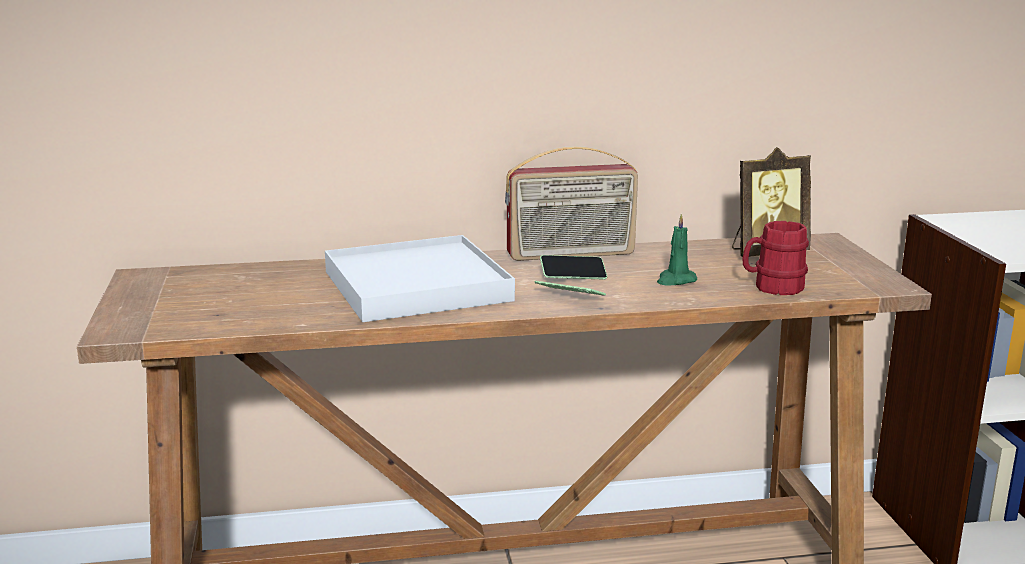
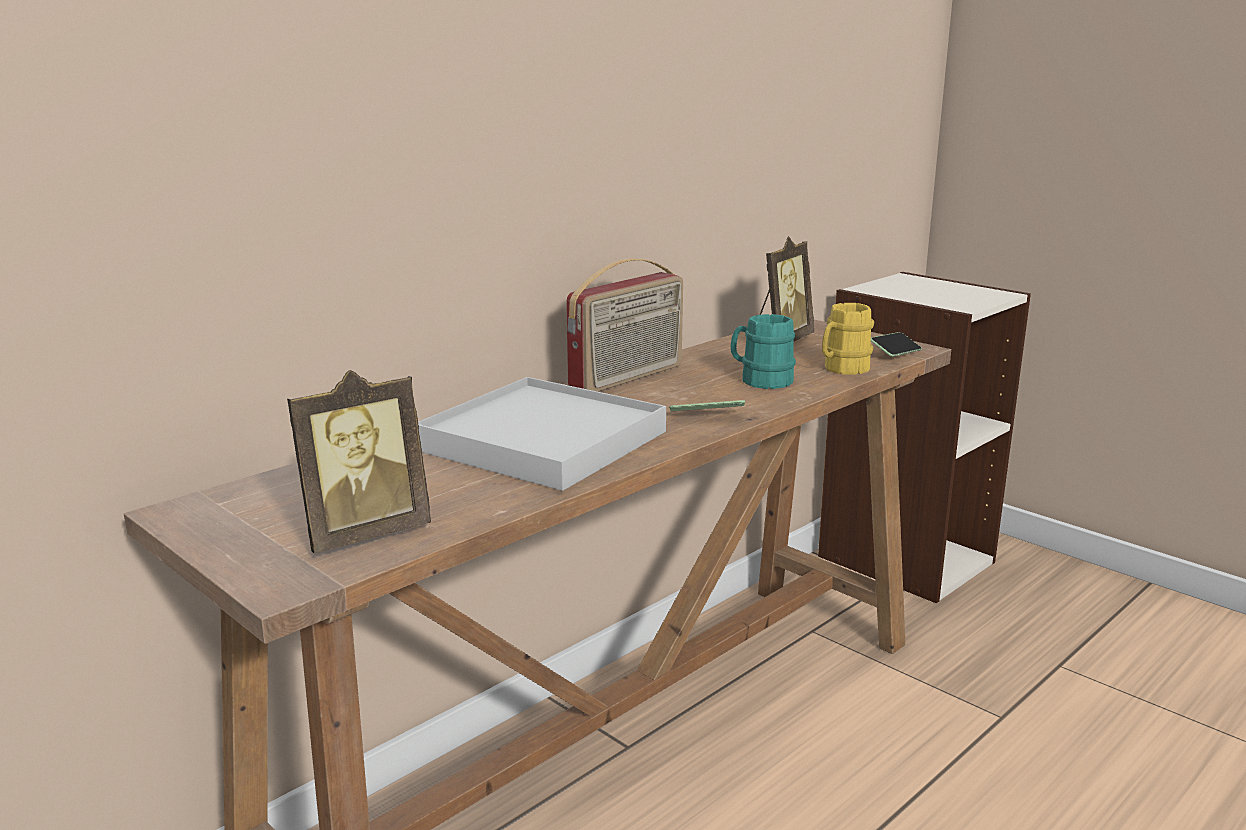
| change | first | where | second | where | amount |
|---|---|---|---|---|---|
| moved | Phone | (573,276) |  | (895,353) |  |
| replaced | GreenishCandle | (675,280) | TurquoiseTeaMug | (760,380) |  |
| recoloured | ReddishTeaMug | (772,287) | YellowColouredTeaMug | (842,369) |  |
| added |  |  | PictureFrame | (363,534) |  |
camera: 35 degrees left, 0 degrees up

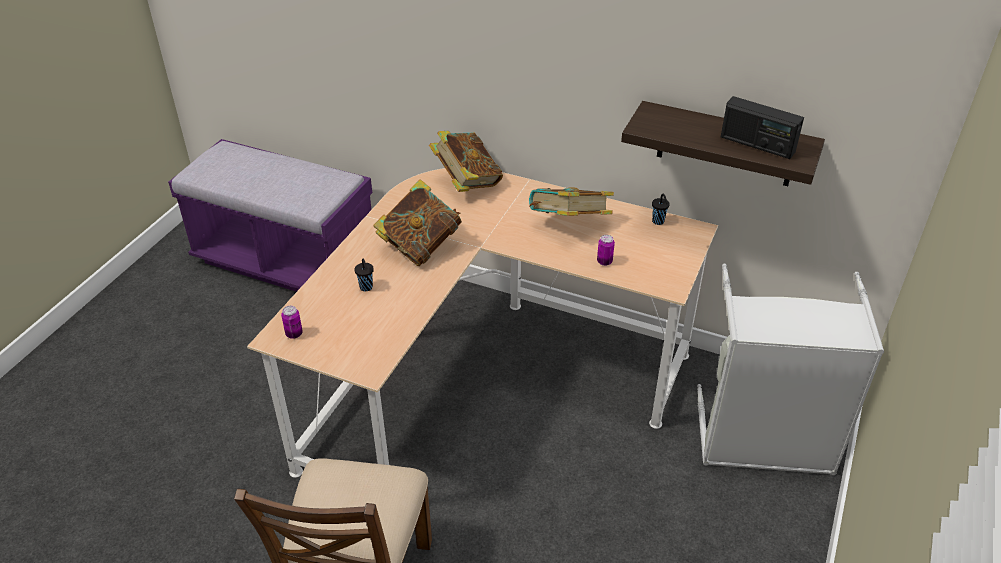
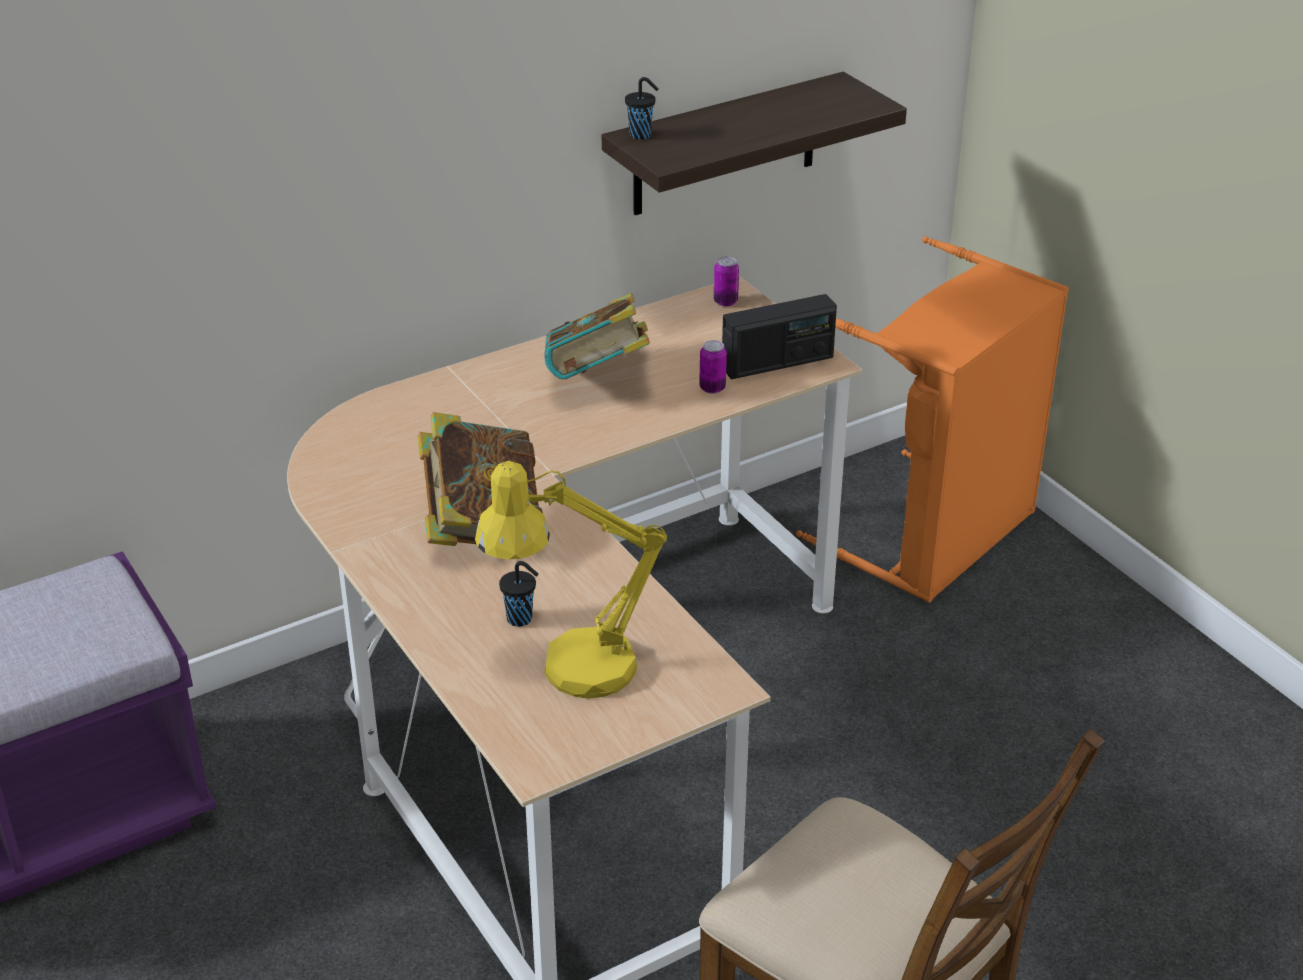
| change | first | where | second | where | amount |
|---|---|---|---|---|---|
| moved | SealedCan | (294,334) |  | (725,302) |  |
| removed | Volume | (466,182) |  |  |  |
| moved | BlackishSmallCup | (658,222) |  | (641,135) |  |
| recoloured | GrayWashingBasket | (764,442) | OrangeyWashingBasket | (937,536) |  |
| moved | RadioSet | (757,144) |  | (777,363) |  |
| added |  |  | YellowColouredLampForATable | (569,669) |  |
camera: 55 degrees left, 5 degrees down

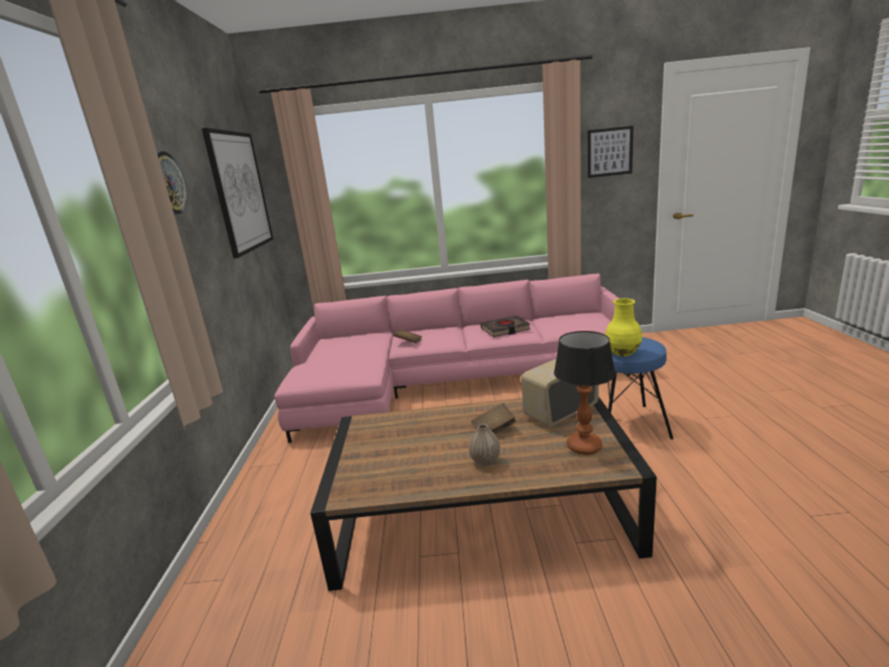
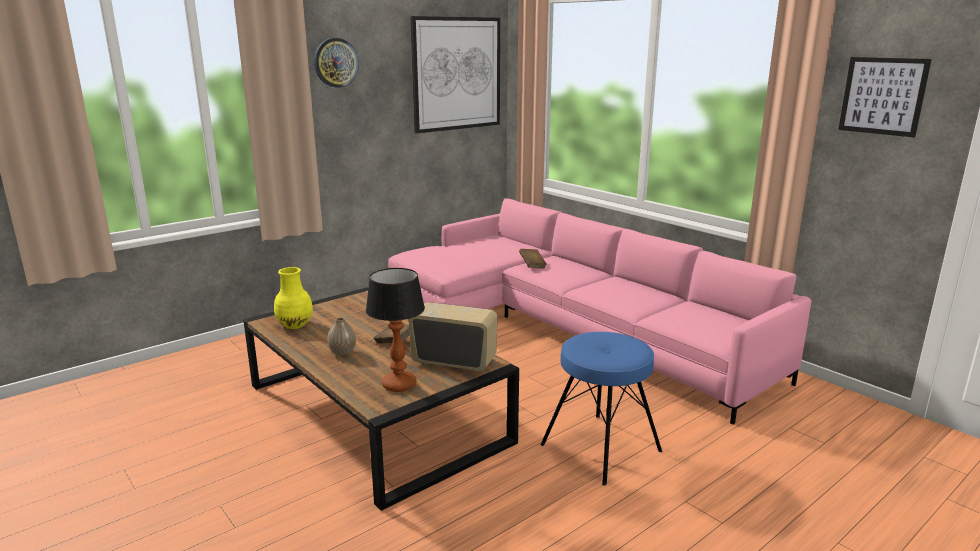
| change | first | where | second | where | amount |
|---|---|---|---|---|---|
| removed | BlackishVolume | (505,329) |  |  |  |
| moved | YellowColouredFlowerVase | (623,352) |  | (295,325) |  |
camera: 50 degrees right, 0 degrees up

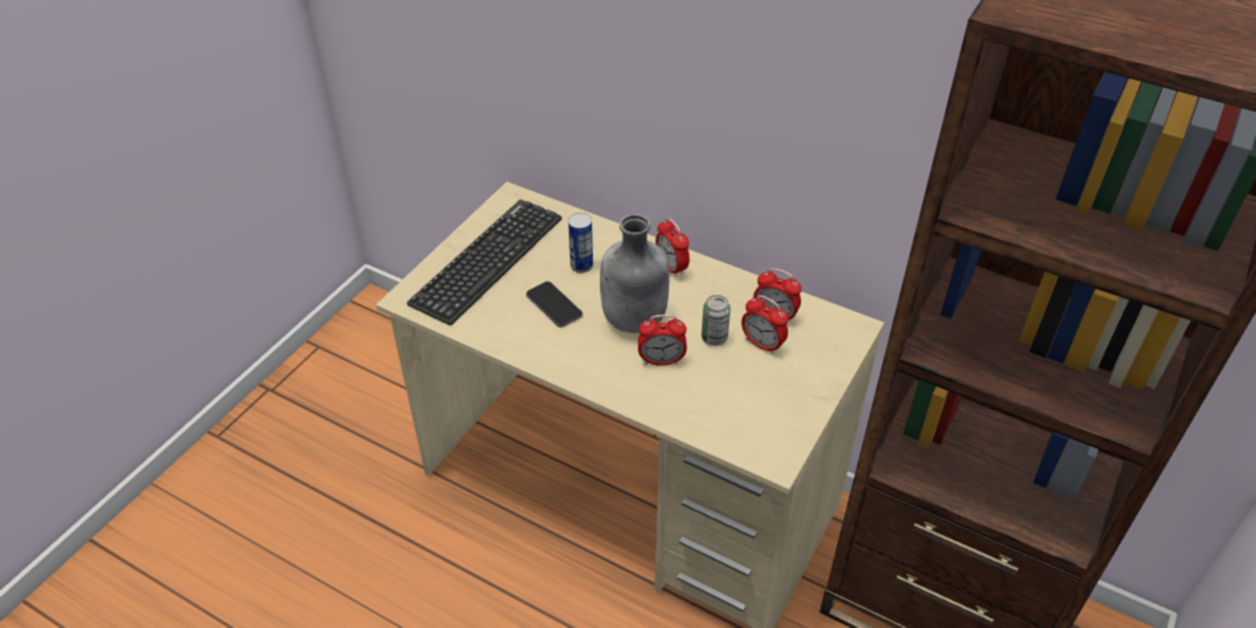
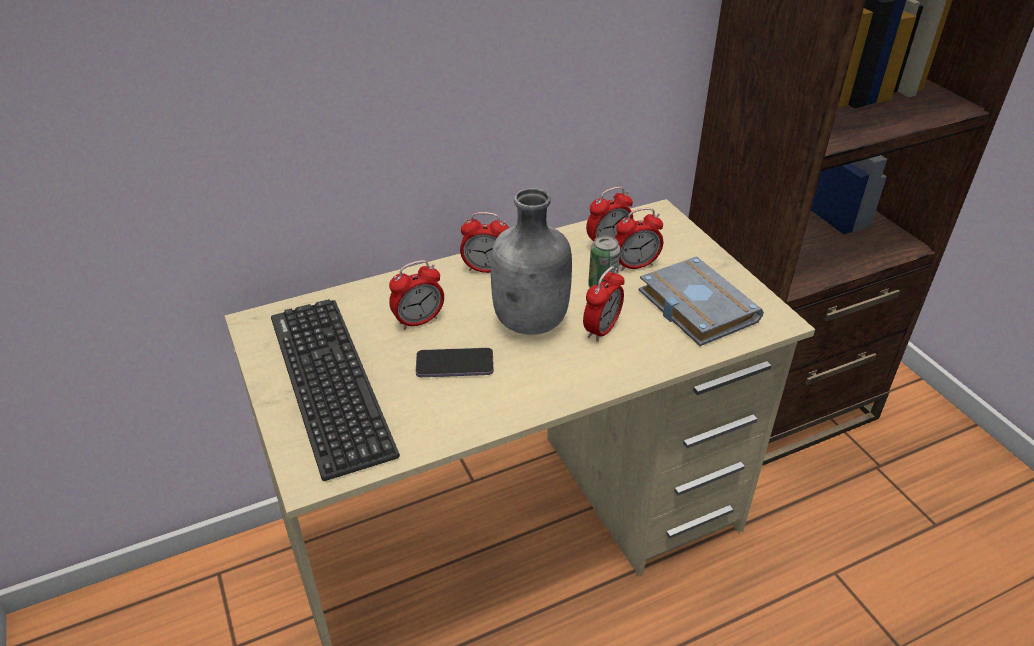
| change | first | where | second | where | amount |
|---|---|---|---|---|---|
| replaced | SealedCan | (581,266) | TableClock | (418,321) |  |
| added |  |  | GrayVolume | (693,307) |  |
camera: 55 degrees left, 5 degrees down

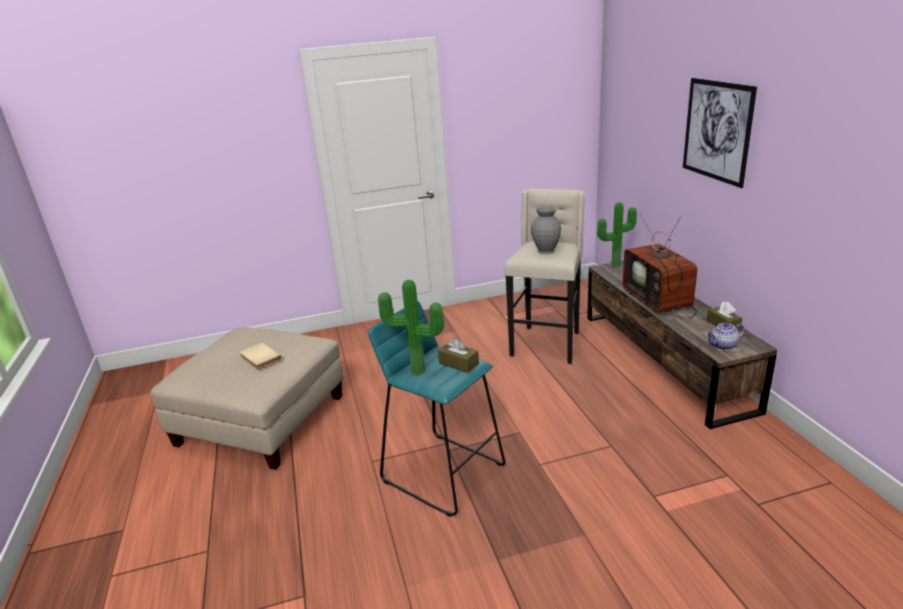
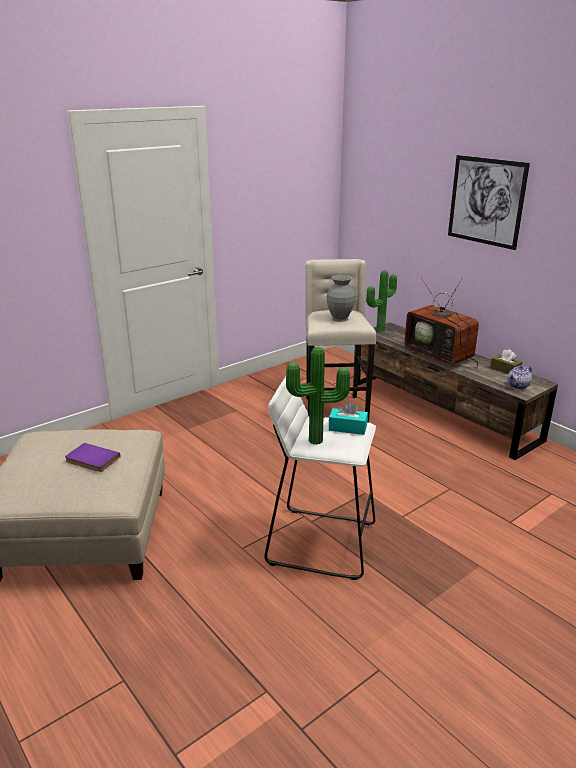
| change | first | where | second | where | amount |
|---|---|---|---|---|---|
| recoloured | SandColouredVolume | (259,358) | PurplishVolume | (91,460) |  |
| recoloured | TurquoiseSittingStool | (443,472) | WhiteColouredSittingStool | (320,542) |  |
| recoloured | BrownishBoxOfTissues | (458,364) | TurquoiseBoxOfTissues | (347,428) |  |
camera: 25 degrees left, 0 degrees up

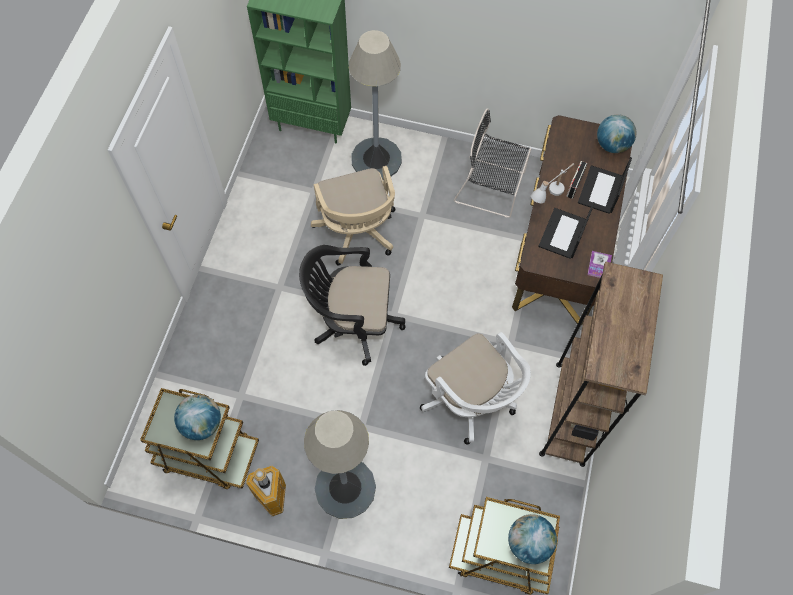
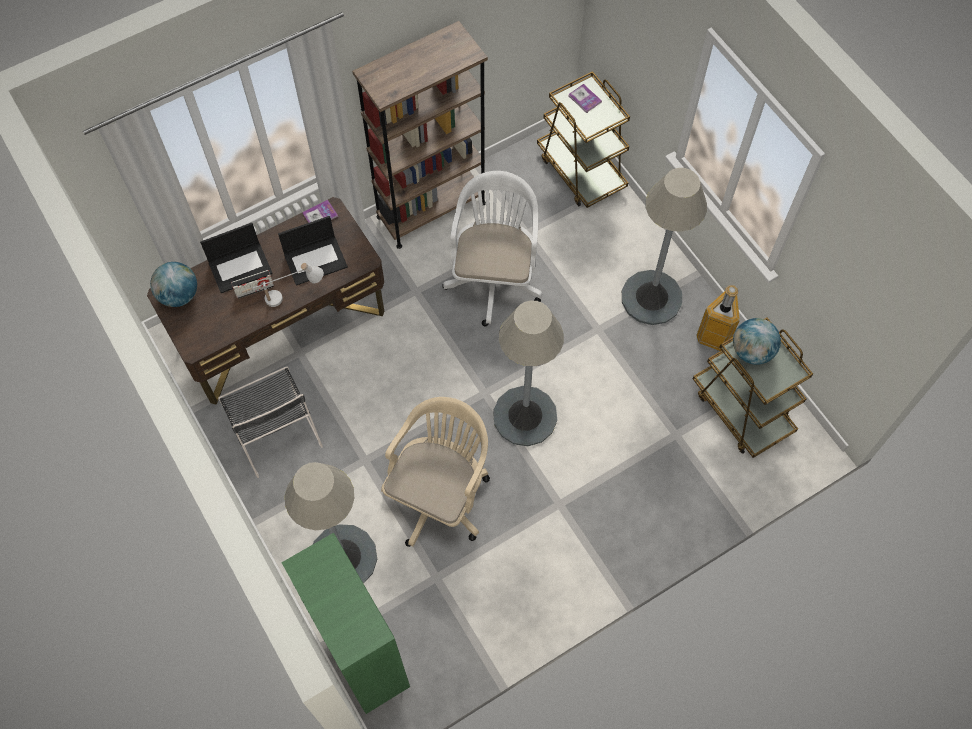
| change | first | where | second | where | amount |
|---|---|---|---|---|---|
| replaced | BlackishDeskChair | (352,322) | GrayFloorLamp | (525,416) |  |
| replaced | WorldGlobe | (528,543) | Volume | (584,99) |  |
camera: 135 degrees left, 0 degrees up

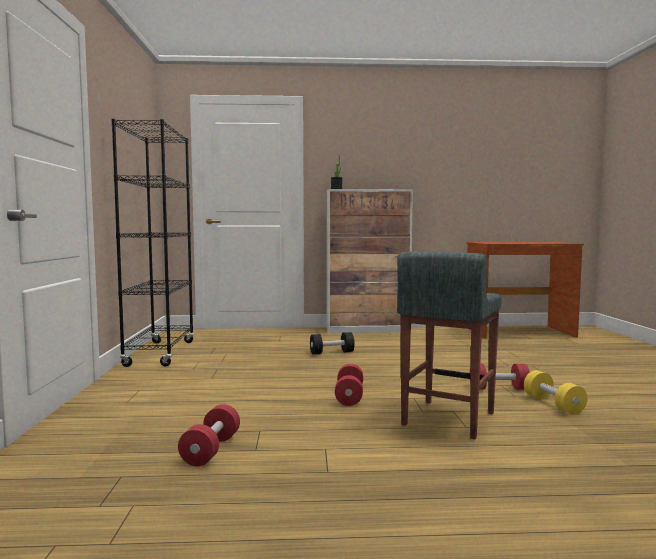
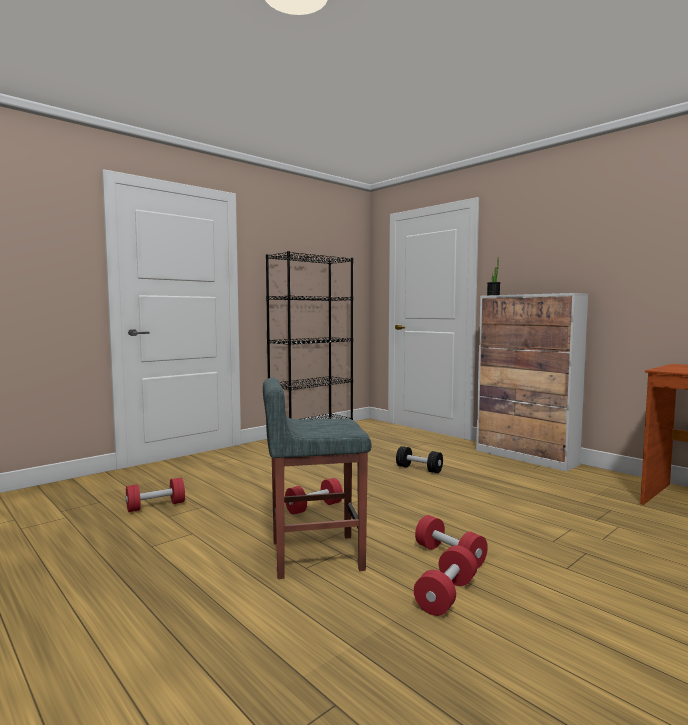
| change | first | where | second | where | amount |
|---|---|---|---|---|---|
| recoloured | YellowColouredFreeWeight | (553,405) | ReddishFreeWeight | (446,595) |  |
camera: 50 degrees right, 0 degrees up

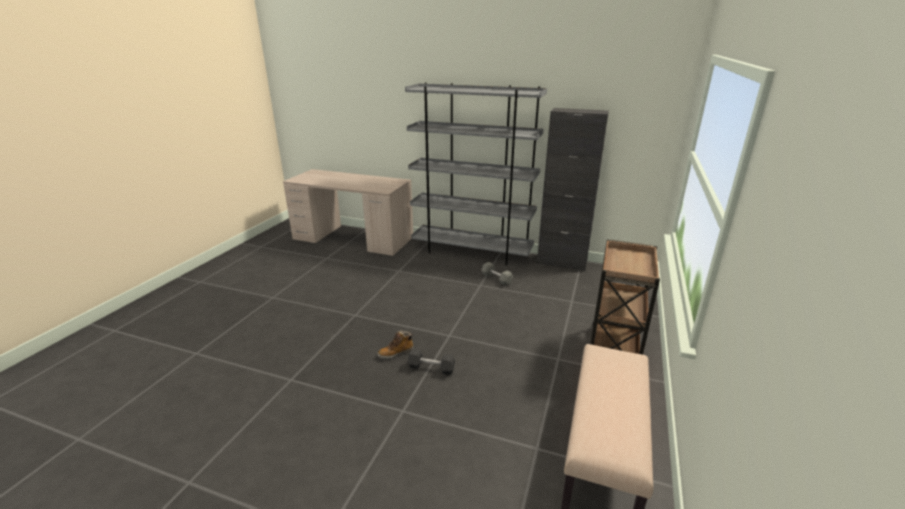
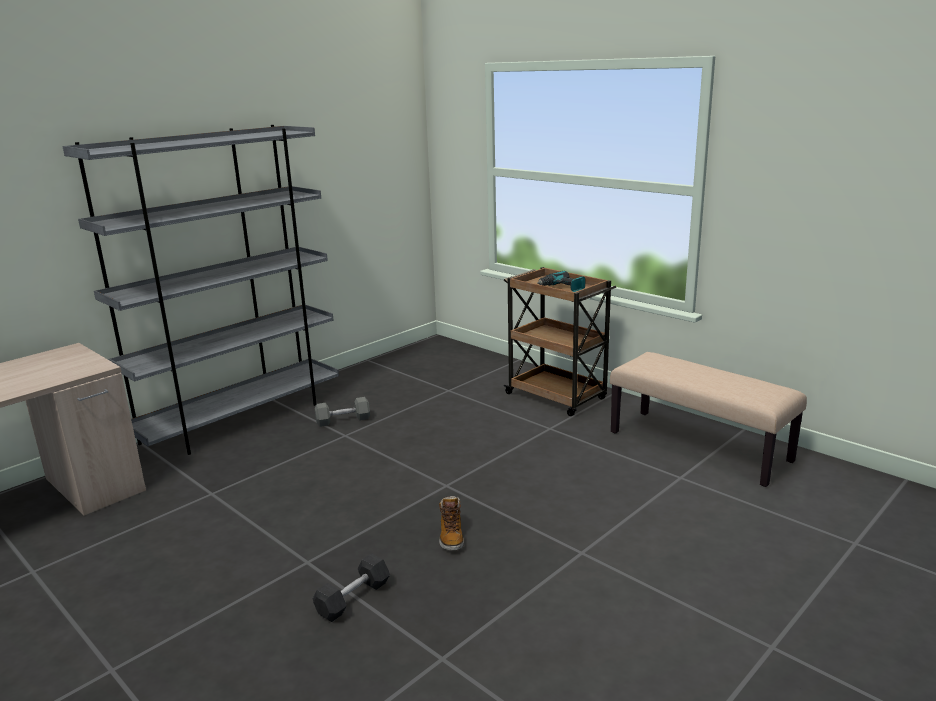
| change | first | where | second | where | amount |
|---|---|---|---|---|---|
| moved | GrayFreeWeight | (431,368) |  | (353,598) |  |
| removed | BlackishCupboard | (561,262) |  |  |  |
| added |  |  | PowerDrill | (562,288) |  |
camera: 65 degrees left, 5 degrees down

